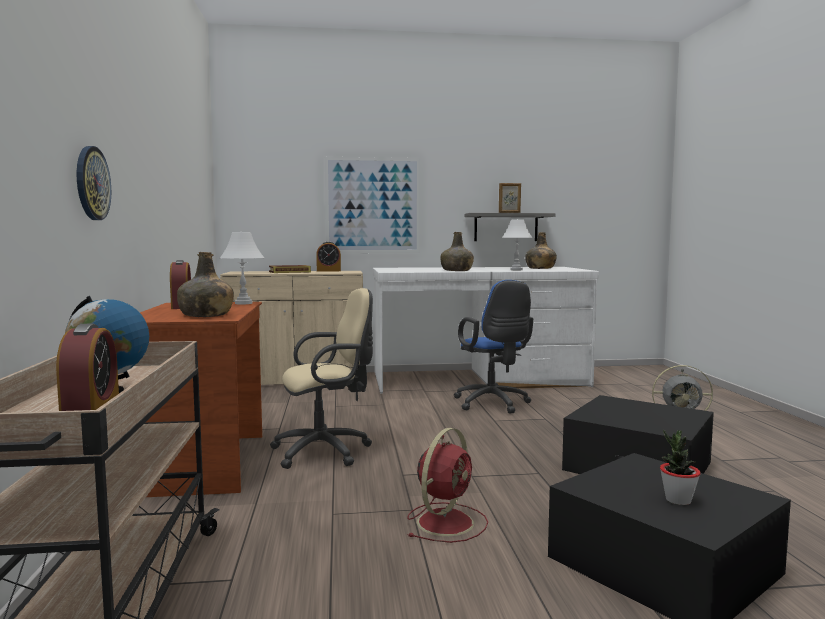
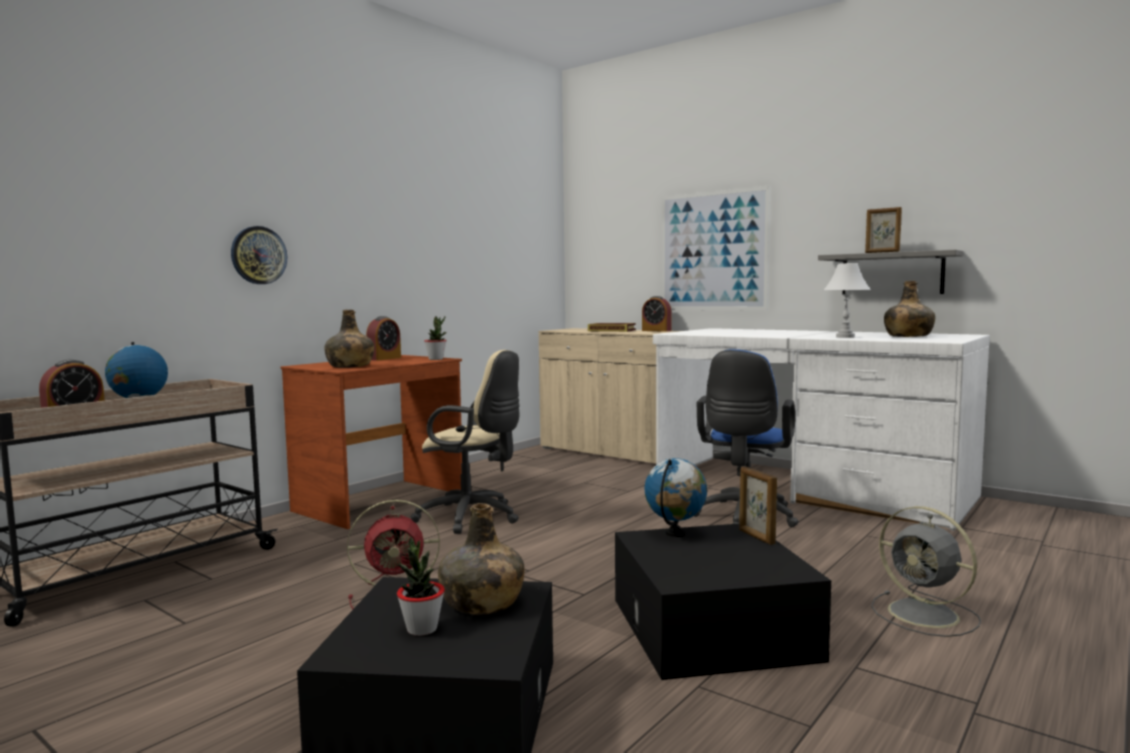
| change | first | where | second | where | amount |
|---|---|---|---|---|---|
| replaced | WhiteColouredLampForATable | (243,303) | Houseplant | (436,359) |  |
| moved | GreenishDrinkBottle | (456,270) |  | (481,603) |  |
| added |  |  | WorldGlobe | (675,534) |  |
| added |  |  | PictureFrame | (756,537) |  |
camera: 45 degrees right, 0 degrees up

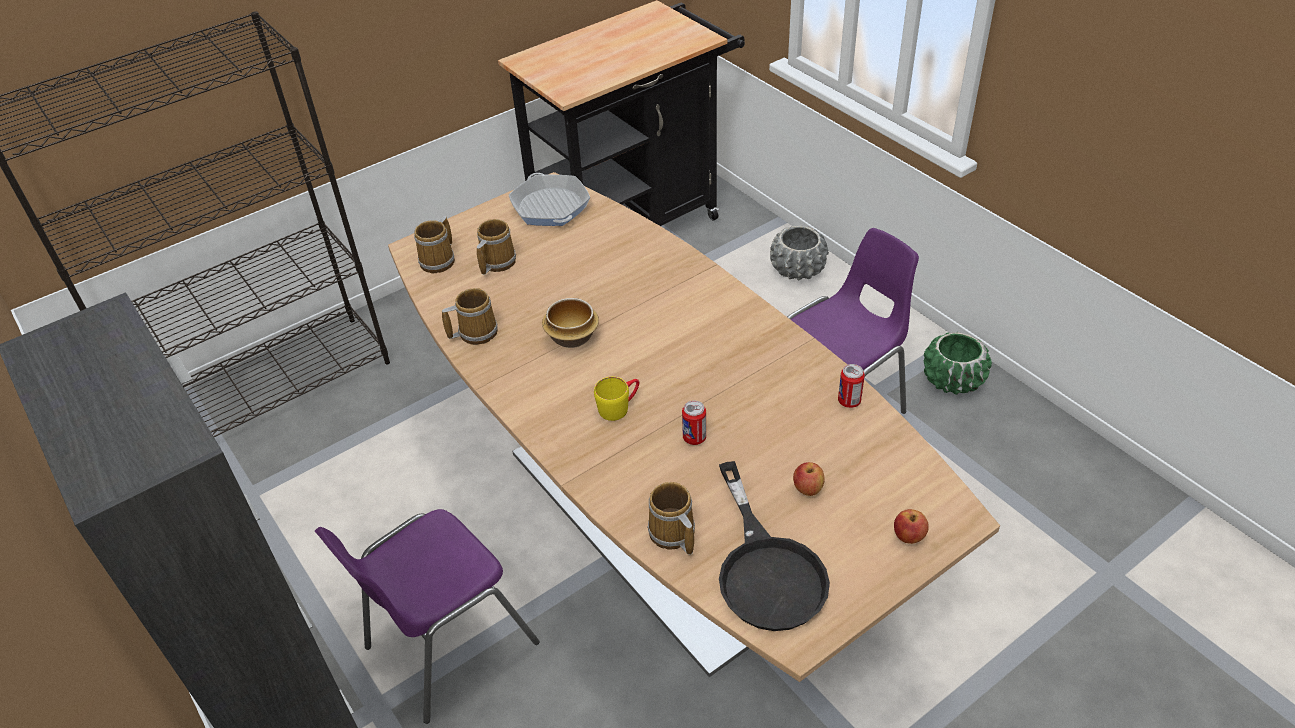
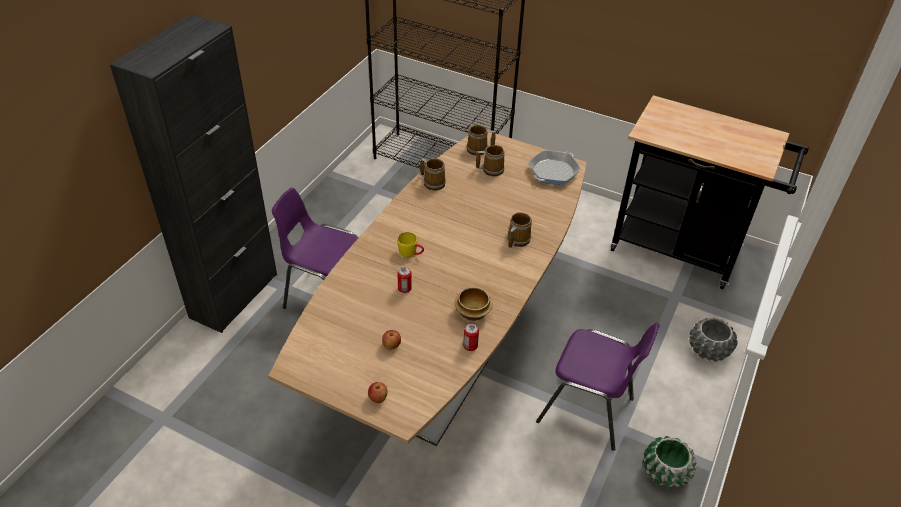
| change | first | where | second | where | amount |
|---|---|---|---|---|---|
| moved | DeepDish | (571,337) |  | (472,312) |  |
| moved | TeaMug | (672,534) |  | (517,239) |  |
| removed | BlackishPan | (766,569) |  |  |  |
camera: 60 degrees right, 0 degrees up

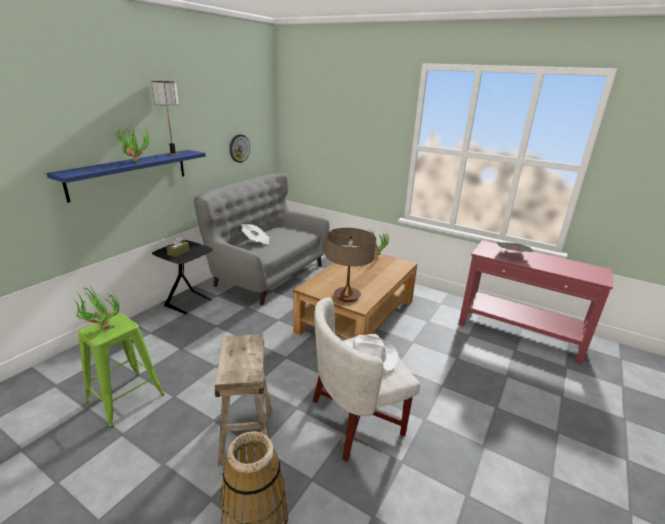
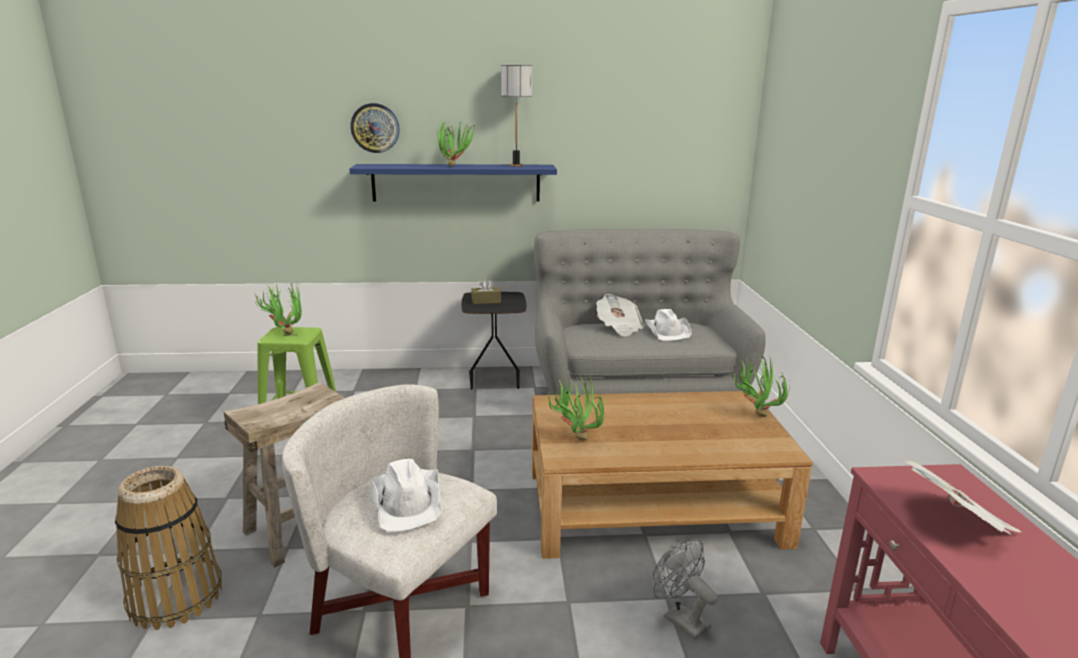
| change | first | where | second | where | amount |
|---|---|---|---|---|---|
| moved | ClockOnTheWall | (239,148) |  | (375,128) |  |
| replaced | LampForATable | (347,296) | Houseplant | (575,437) |  |
| added |  |  | WhiteColouredWearableHat | (668,331) |  |
| added |  |  | GrayCoolingFan | (680,619) |  |
camera: 55 degrees right, 5 degrees down

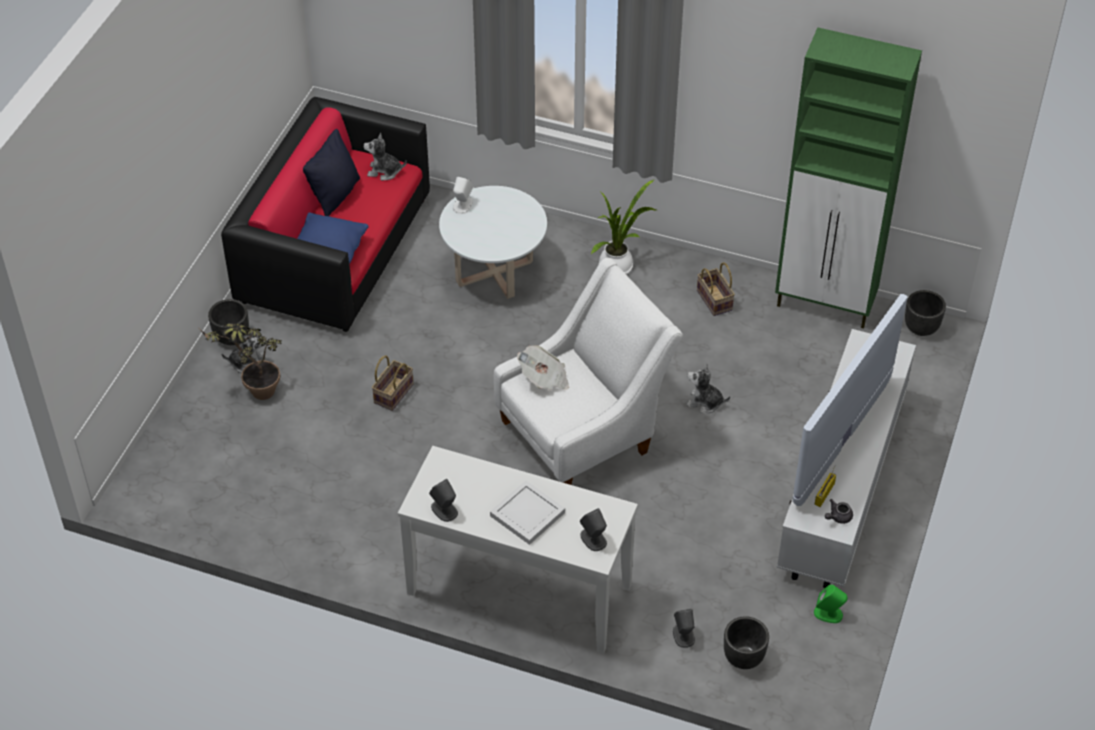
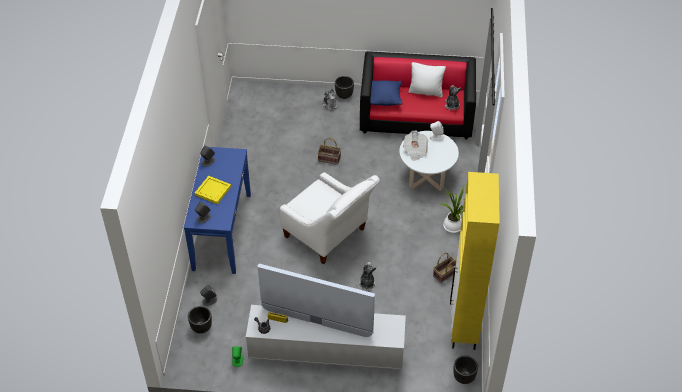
| change | first | where | second | where | amount |
|---|---|---|---|---|---|
| removed | Houseplant | (254,391) |  |  |  |
| recoloured | BlackishThrowPillow | (335,195) | WhiteColouredThrowPillow | (426,91) |  |
| recoloured | WhiteColouredConsoleTable | (519,590) | BluishConsoleTable | (221,231) |  |
| recoloured | WhiteColouredTray | (526,514) | YellowColouredTray | (212,190) |  |
| moved | PrintedPaper | (544,379) |  | (415,151) |  |
| recoloured | GreenishCupboard | (826,305) | YellowColouredCupboard | (463,327) |  |
camera: 75 degrees right, 0 degrees up

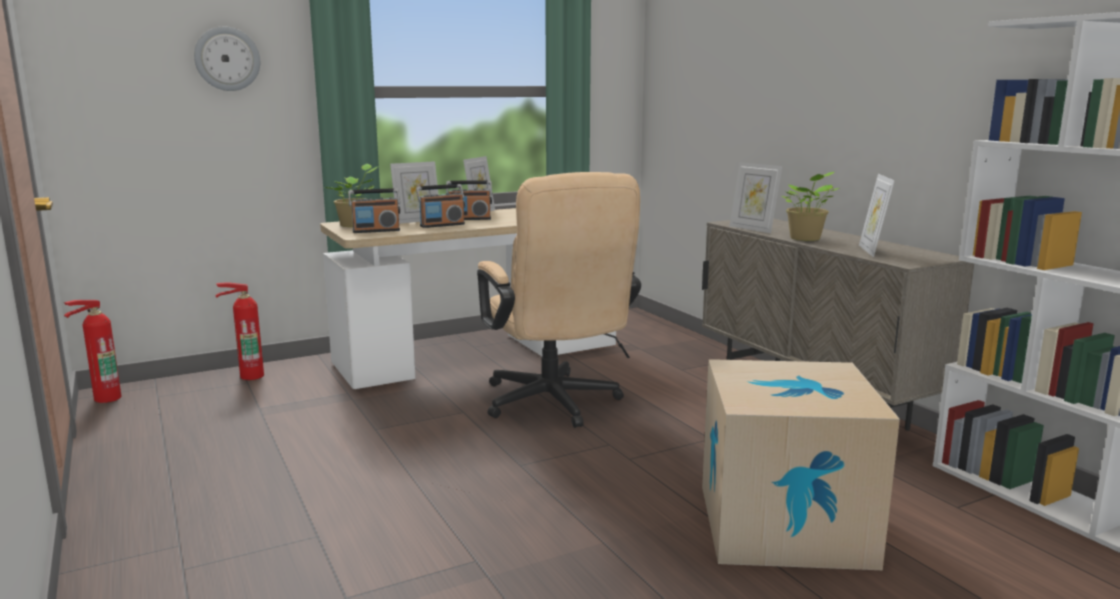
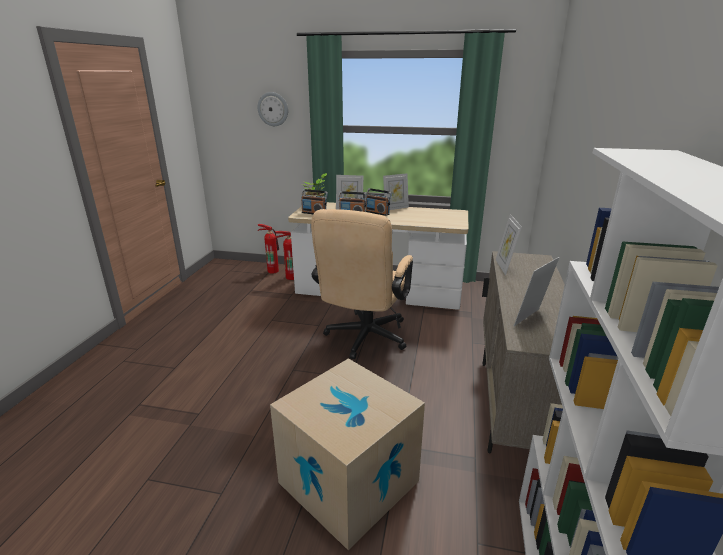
| change | first | where | second | where | amount |
|---|---|---|---|---|---|
| moved | FireFightingCylinder | (104,398) |  | (290,277) |  |
| removed | Houseplant | (806,239) |  |  |  |
camera: 40 degrees right, 10 degrees up

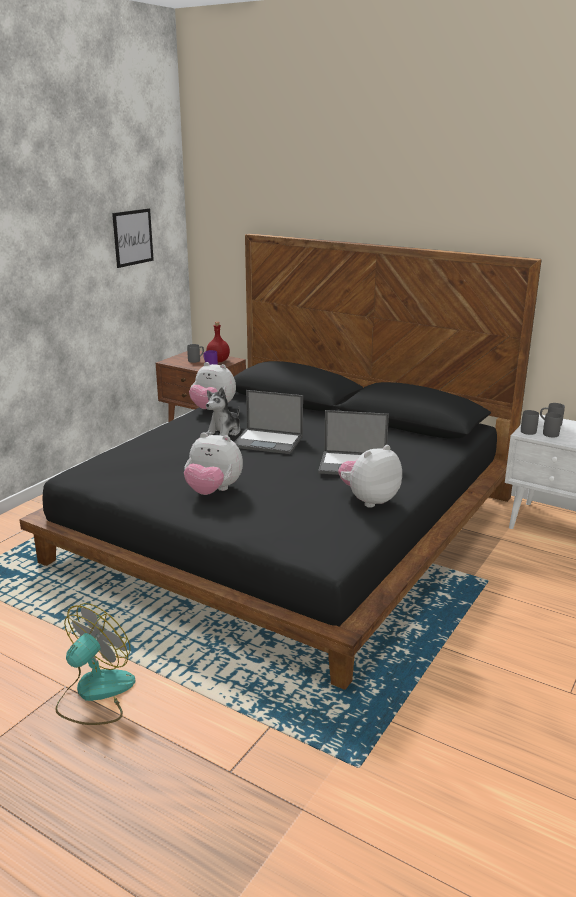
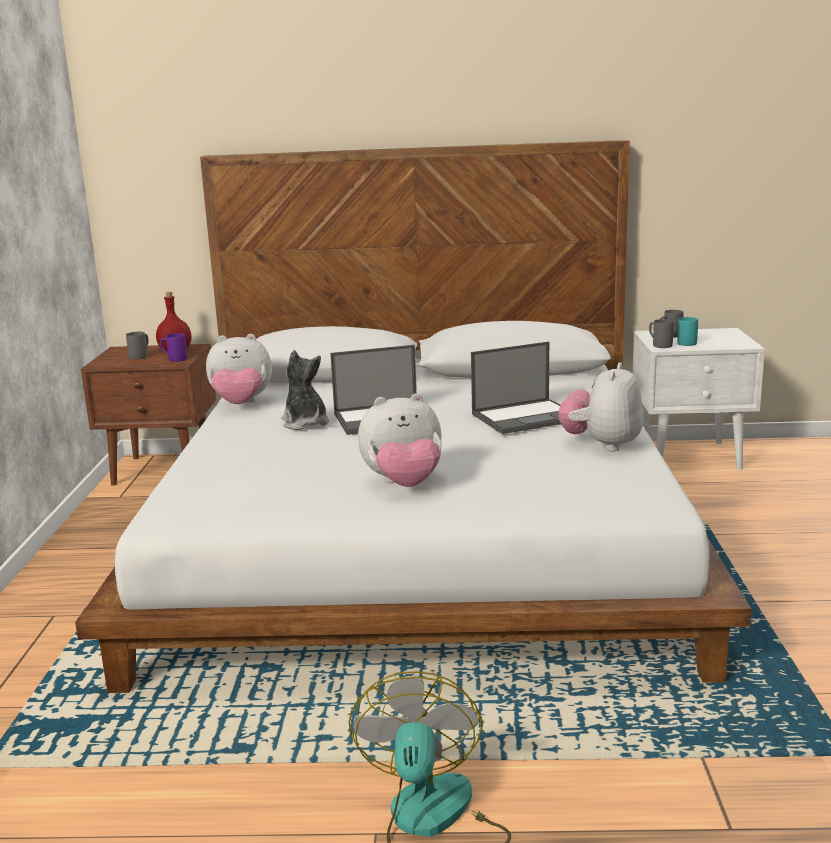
| change | first | where | second | where | amount |
|---|---|---|---|---|---|
| recoloured | BlackishBed | (288,528) | WhiteColouredBed | (420,540) |  |
| removed | WallPicture | (133,237) |  |  |  |
| turned | SoftToy | (224,432) |  | (305,423) | 150 degrees clockwise |
| recoloured | GrayTeaMug | (551,433) | TurquoiseTeaMug | (685,342) |  |
camera: 30 degrees left, 5 degrees down

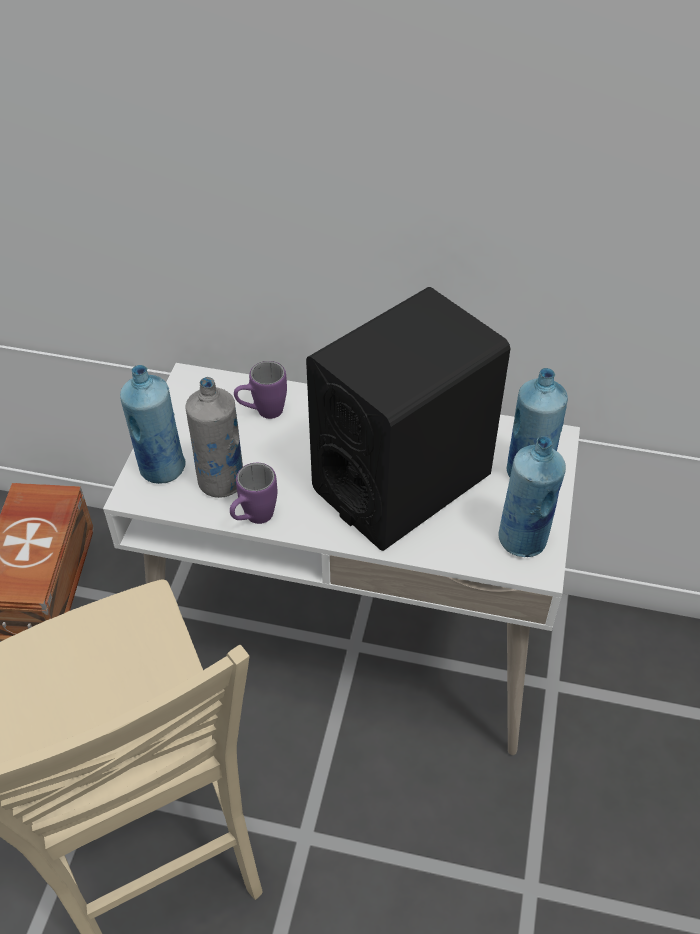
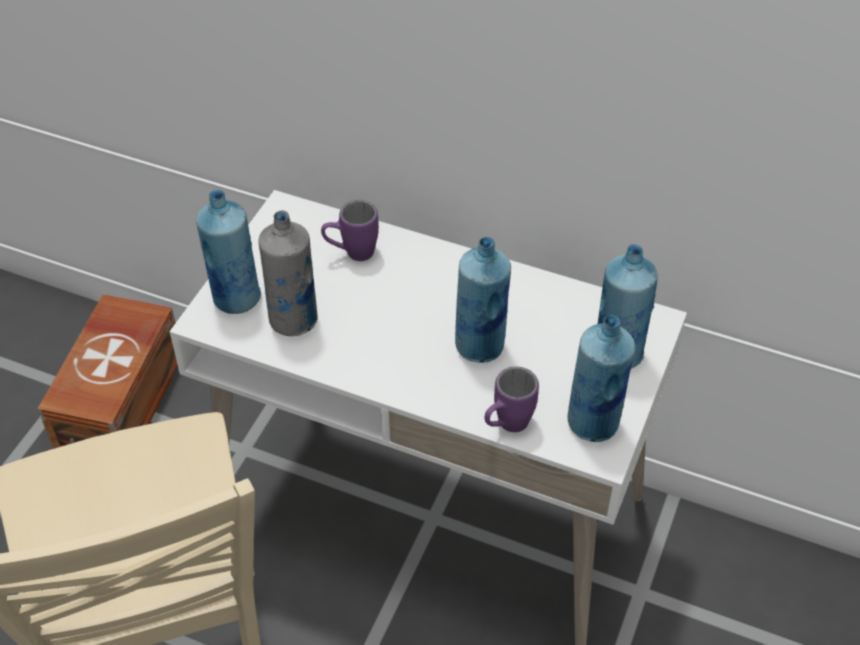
| change | first | where | second | where | amount |
|---|---|---|---|---|---|
| moved | PurplishTeaMug | (253,519) |  | (506,426) |  |
| replaced | BlackishAudioSpeaker | (402,482) | BluishDrinkBottle | (480,346) |  |
camera: 10 degrees right, 0 degrees up

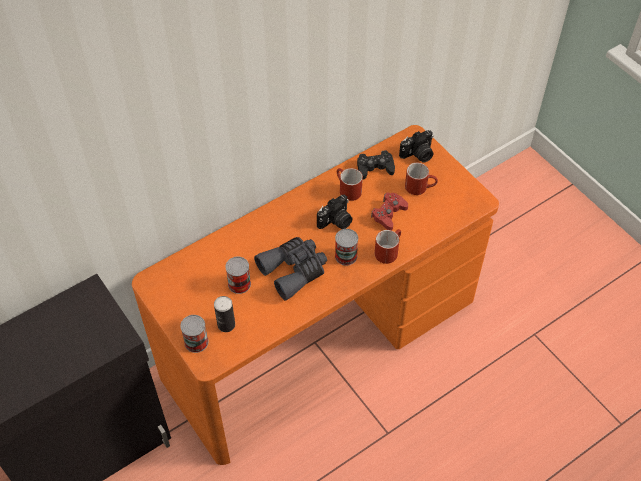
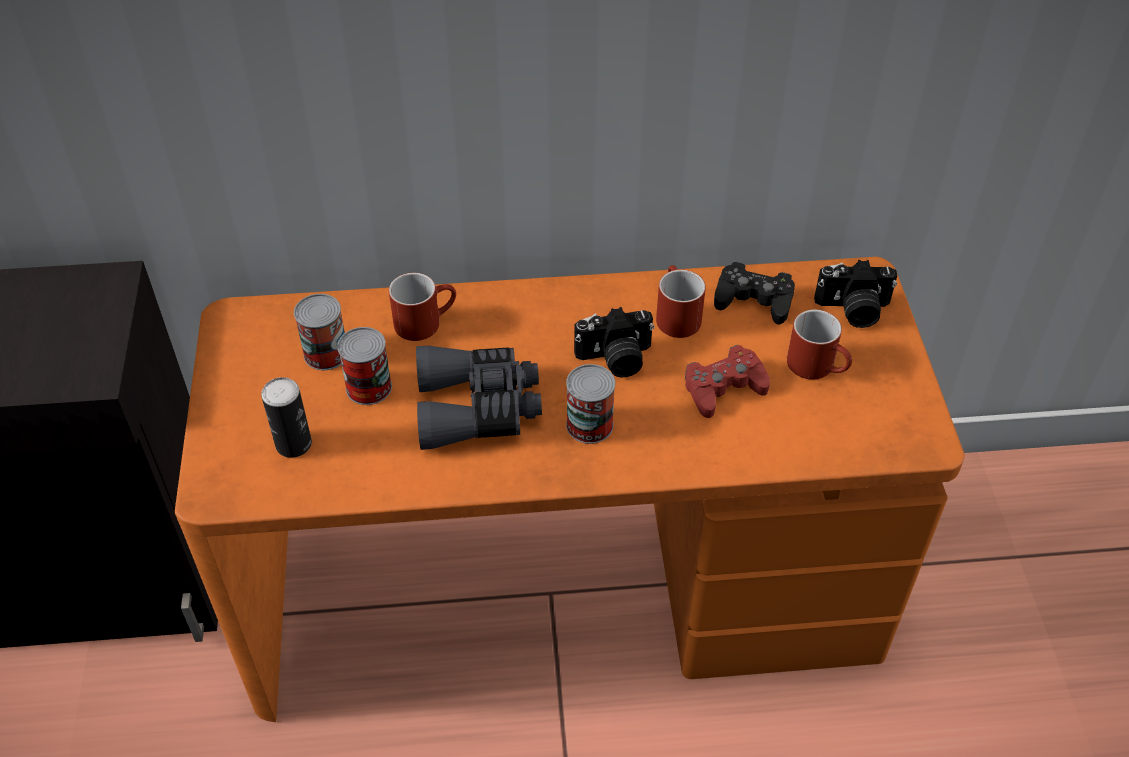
| change | first | where | second | where | amount |
|---|---|---|---|---|---|
| moved | SealedCan | (196,342) |  | (326,353) |  |
| moved | ReddishTeaMug | (388,250) |  | (425,321) |  |
camera: 30 degrees right, 5 degrees down

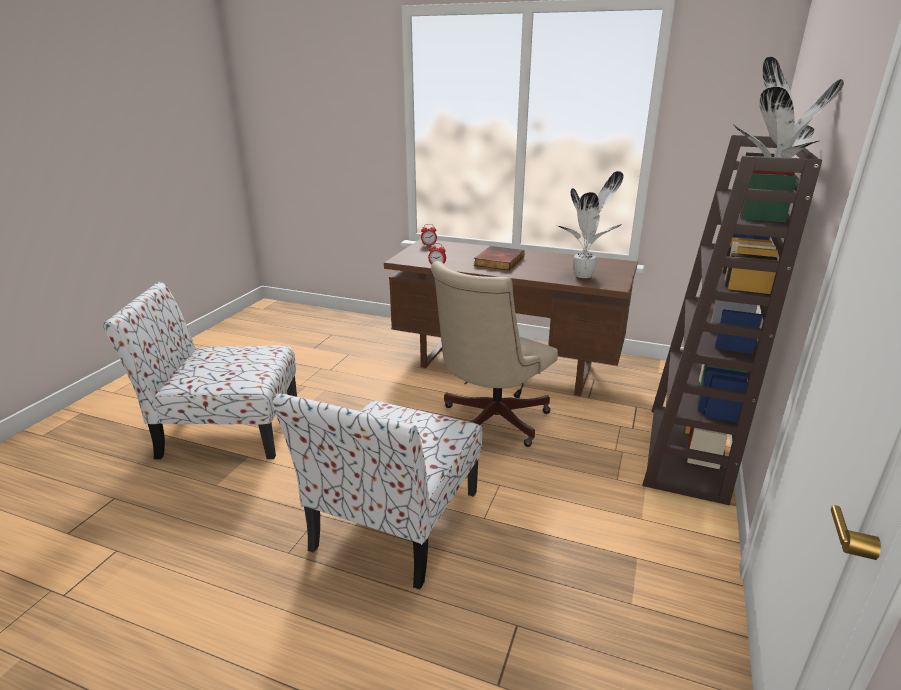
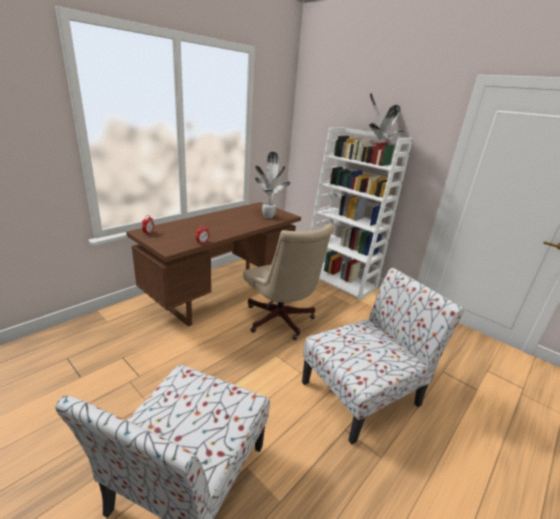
| change | first | where | second | where | amount |
|---|---|---|---|---|---|
| turned | PlainChair | (394,523) |  | (363,392) | 75 degrees counterclockwise |
| removed | Volume | (498,261) |  |  |  |
| recoloured | BrownishBookcase | (687,453) | WhiteColouredBookcase | (340,280) |  |
camera: 70 degrees left, 0 degrees up

